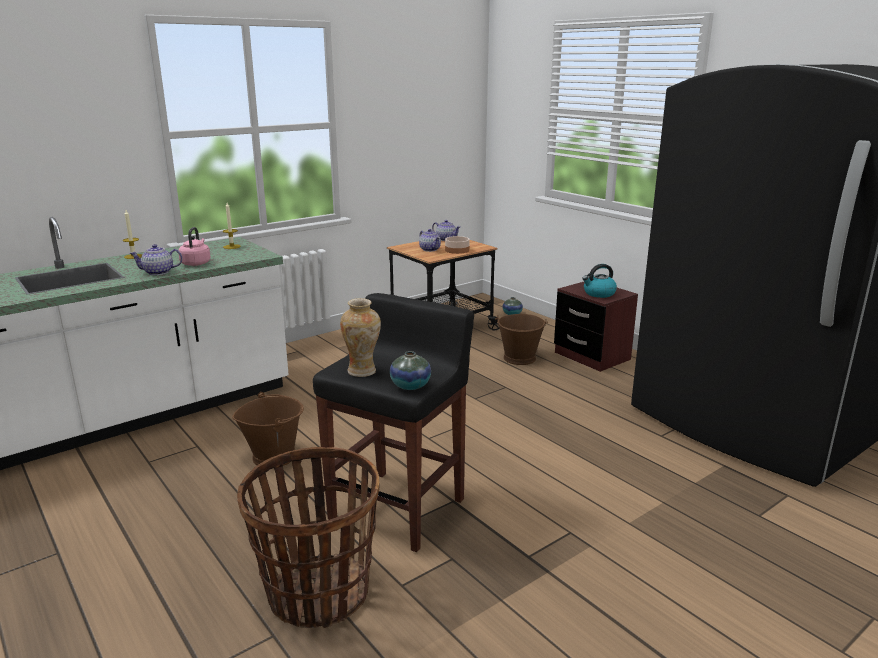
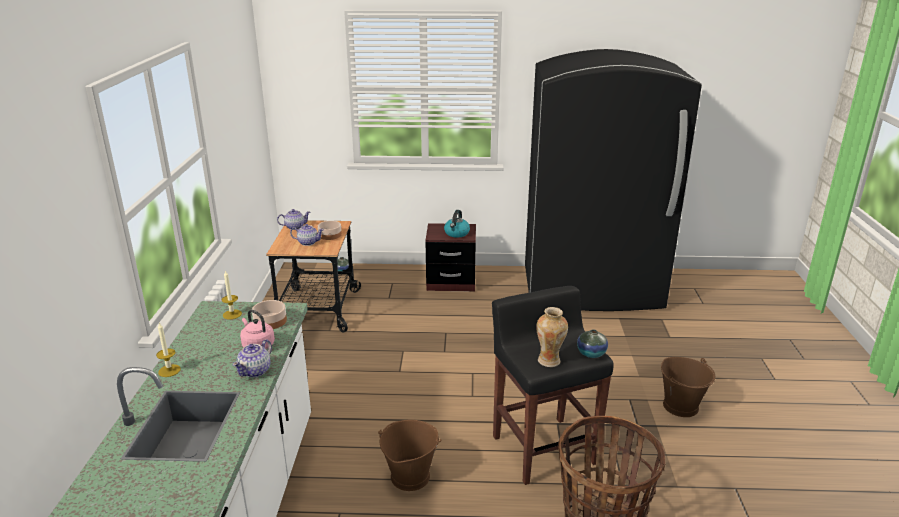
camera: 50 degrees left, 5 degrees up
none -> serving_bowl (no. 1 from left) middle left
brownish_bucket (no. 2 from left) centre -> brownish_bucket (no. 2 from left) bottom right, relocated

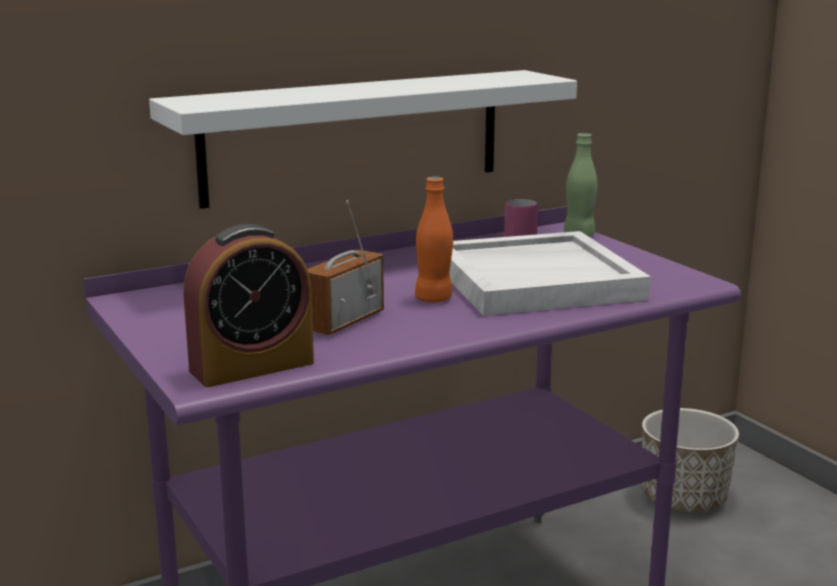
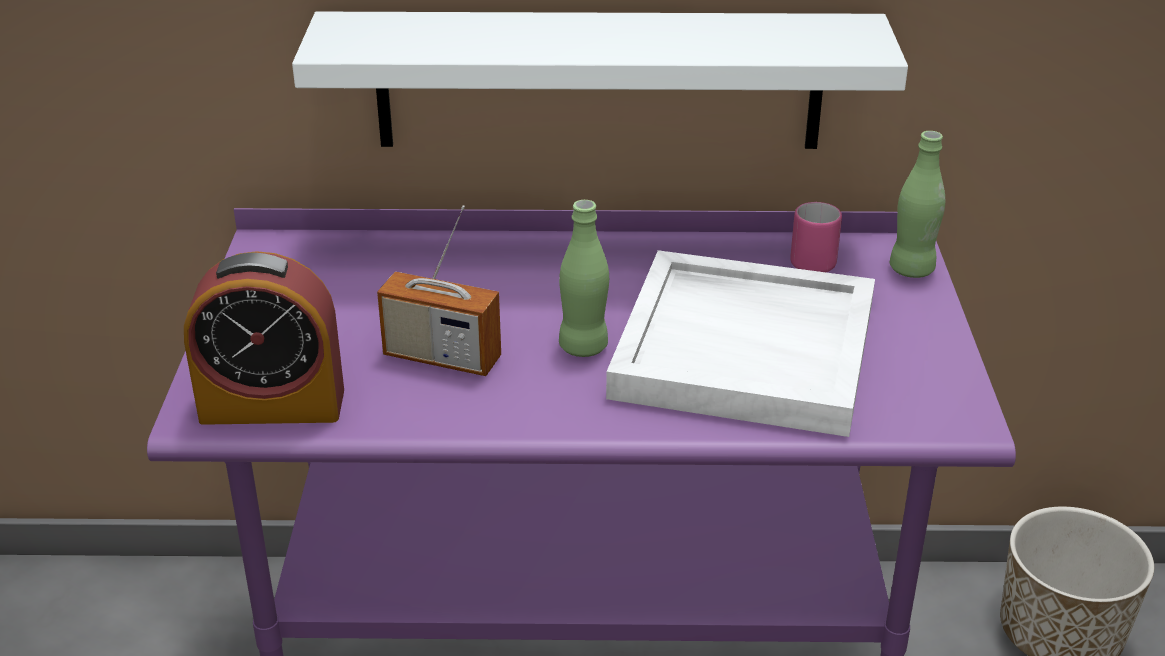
camera: 30 degrees right, 15 degrees up
radio_set centre, 135 degrees counterclockwise
orangey_drink_bottle centre -> greenish_drink_bottle (no. 1 from left) centre

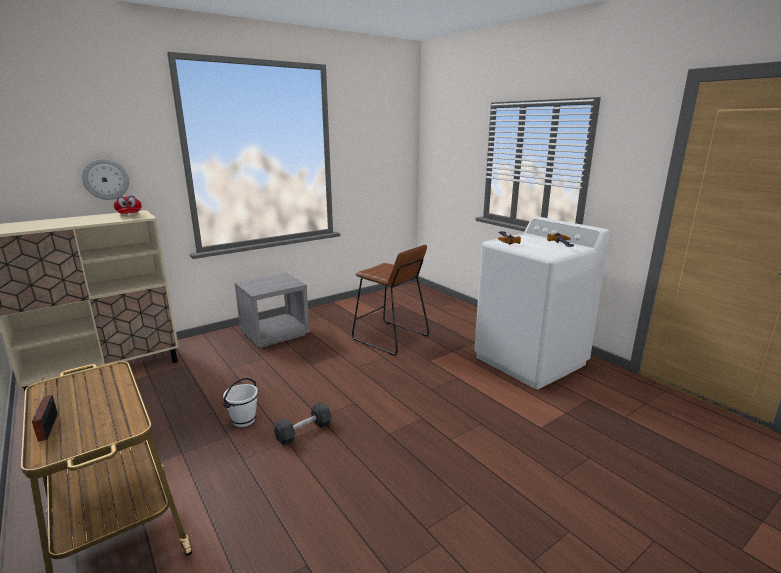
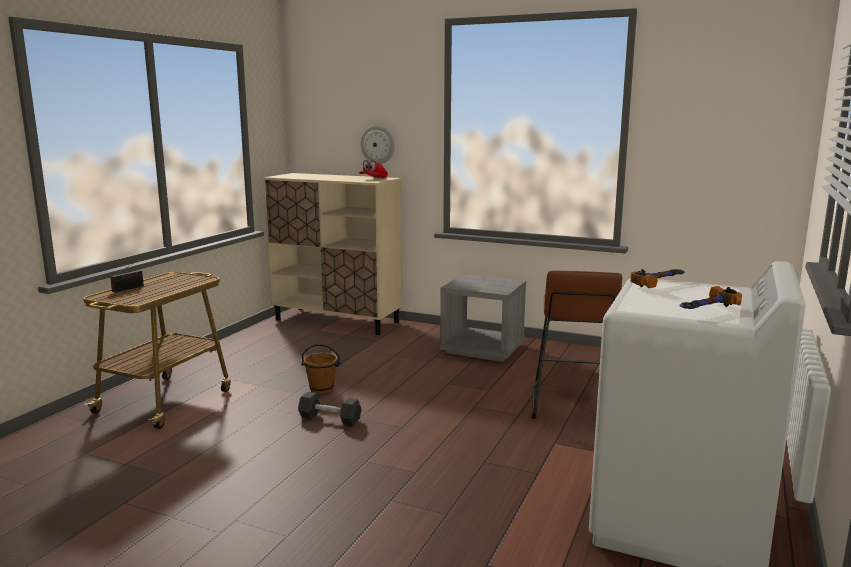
camera: 60 degrees right, 5 degrees down
whitish_bucket bottom left -> brownish_bucket centre

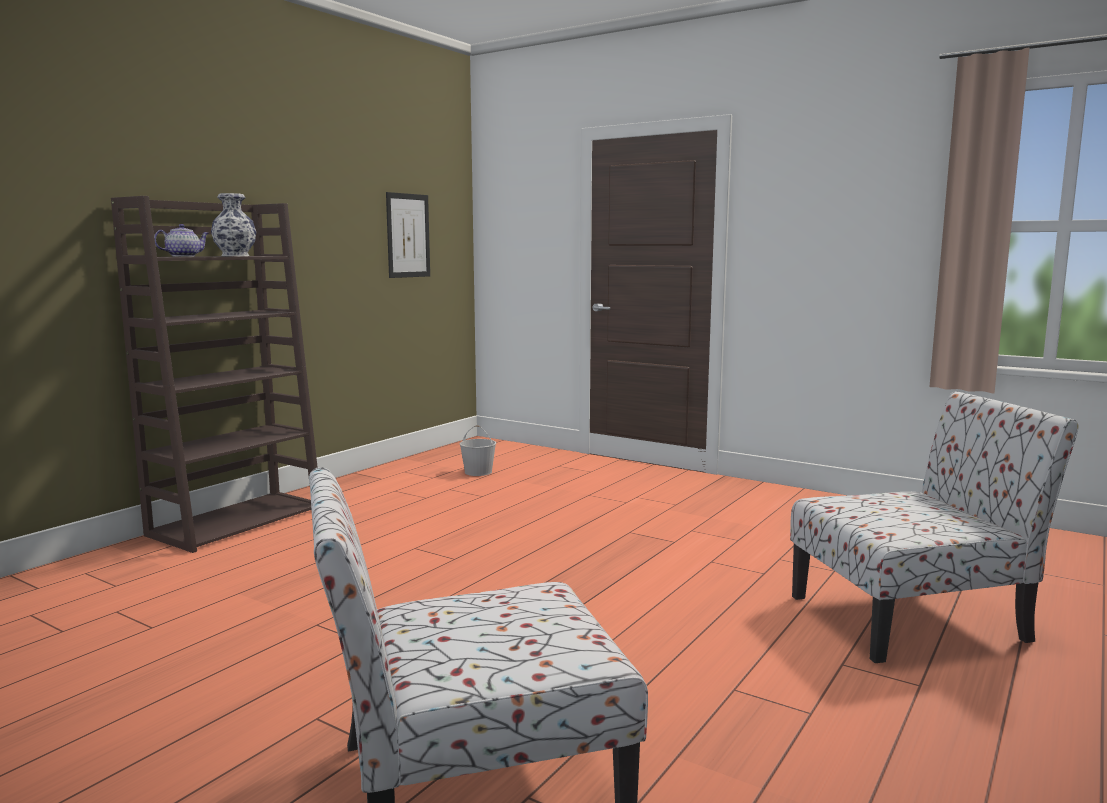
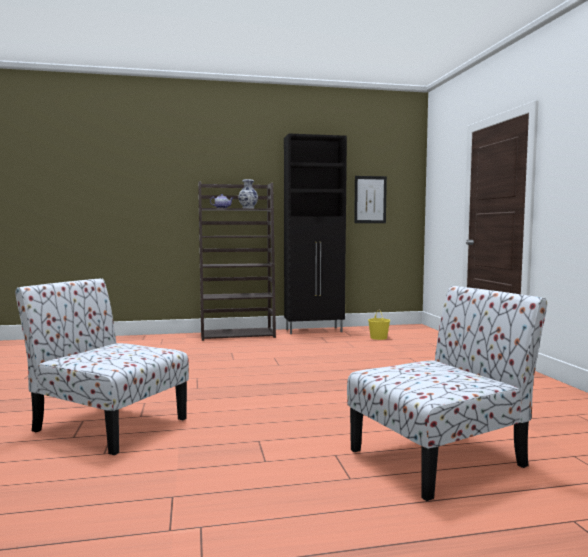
camera: 45 degrees right, 5 degrees down
none -> black_cupboard centre
plain_chair (no. 2 from left) middle right -> plain_chair (no. 2 from left) bottom right, 60 degrees counterclockwise
whitish_bucket centre -> yellow_bucket centre

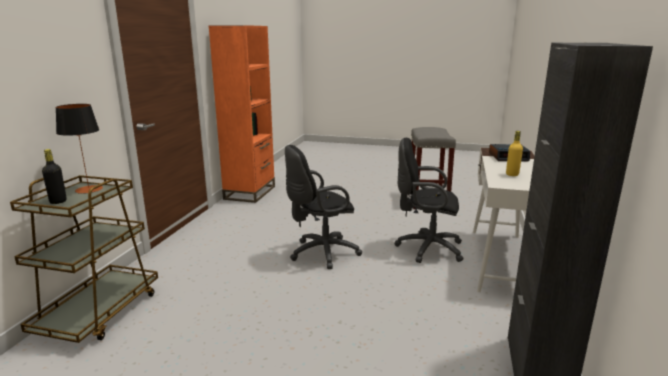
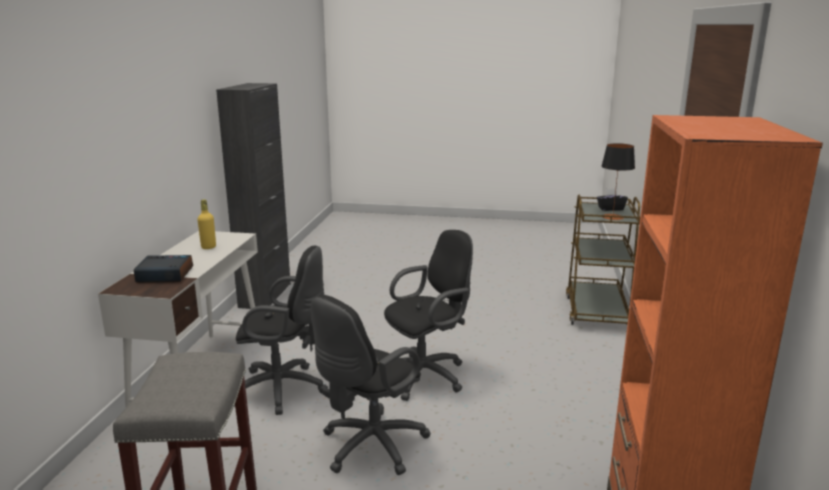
camera: 175 degrees right, 0 degrees up
none -> black_computer_chair (no. 2 from left) bottom centre
black_drink_bottle middle left -> black_tissue_holder middle right

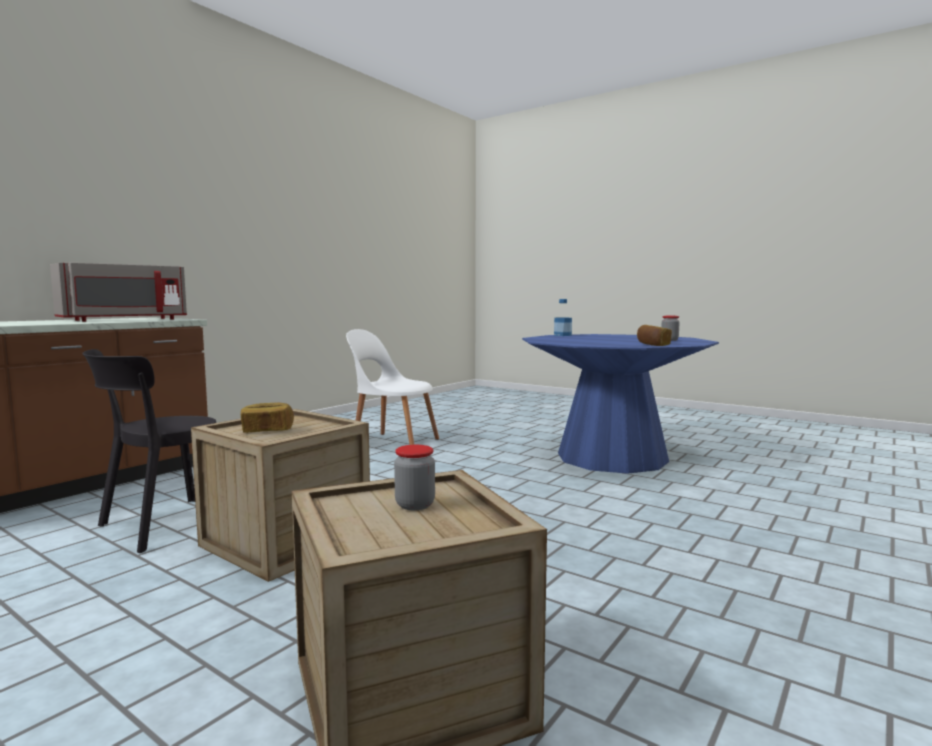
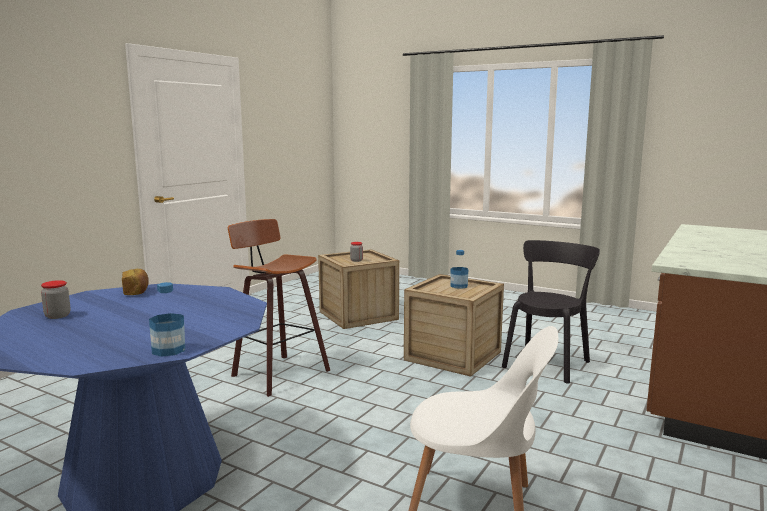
camera: 175 degrees right, 5 degrees up
none -> sitting_stool centre
baked_bread (no. 1 from left) middle left -> drink_bottle (no. 2 from left) centre
grey_microwave middle left -> none

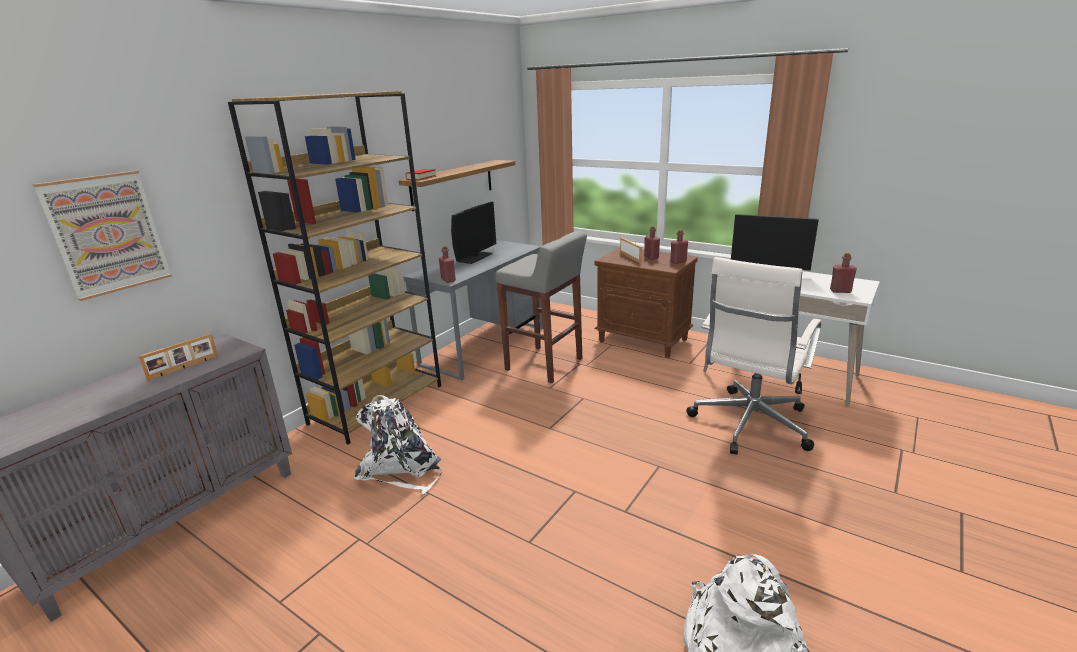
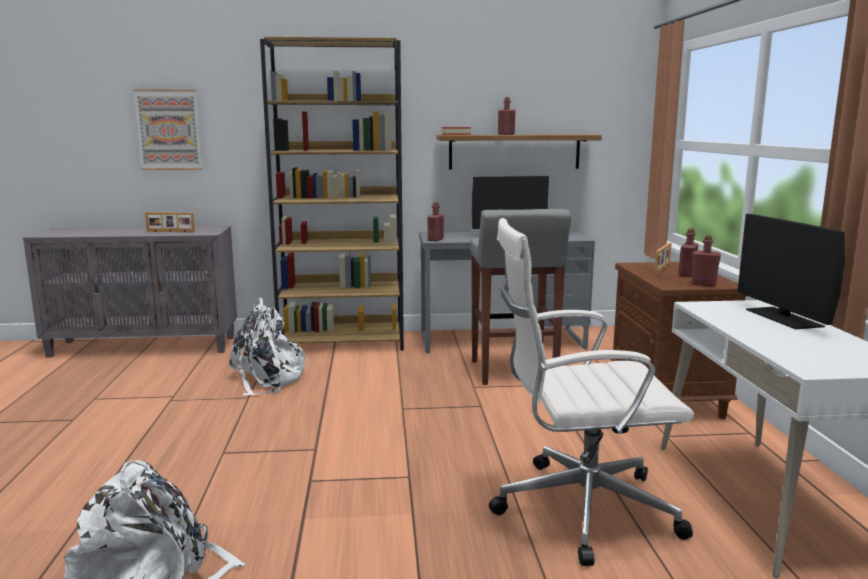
camera: 50 degrees right, 10 degrees down
red-coloured_drink_bottle (no. 4 from left in the first image) middle right -> red-coloured_drink_bottle (no. 2 from left) top centre, relocated

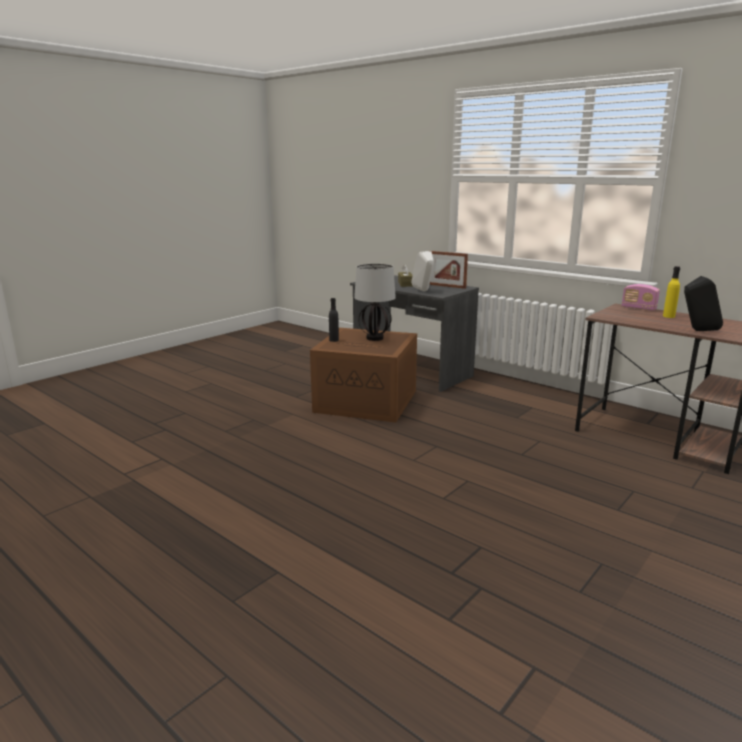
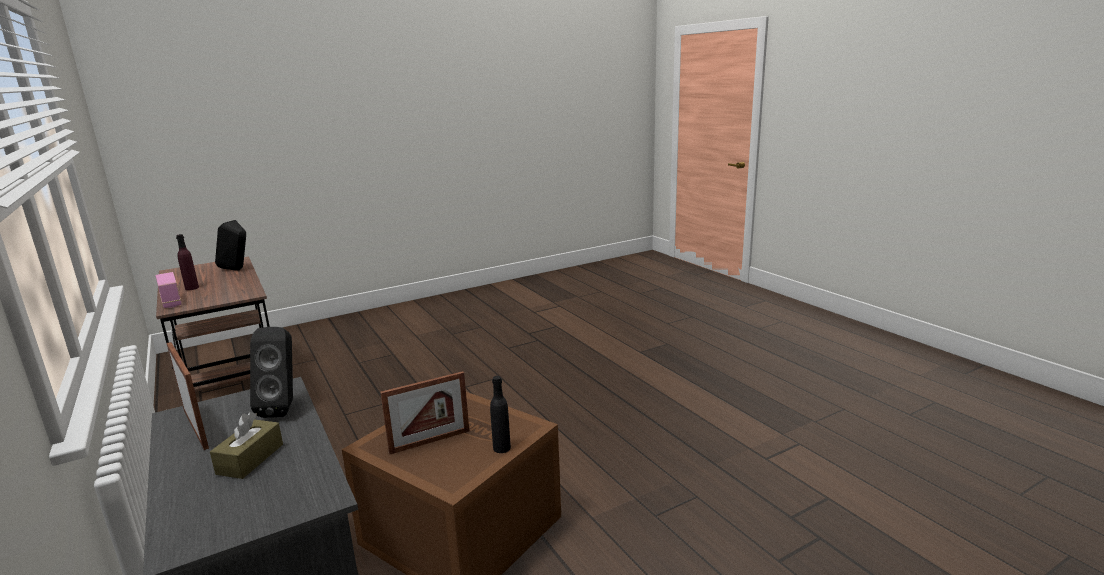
camera: 160 degrees left, 0 degrees up
yellow_drink_bottle middle right -> purplish_drink_bottle middle left
whitish_audio_speaker centre -> black_audio_speaker (no. 2 from left) middle left
tabletop_lamp centre -> photo_frame (no. 2 from left) bottom centre

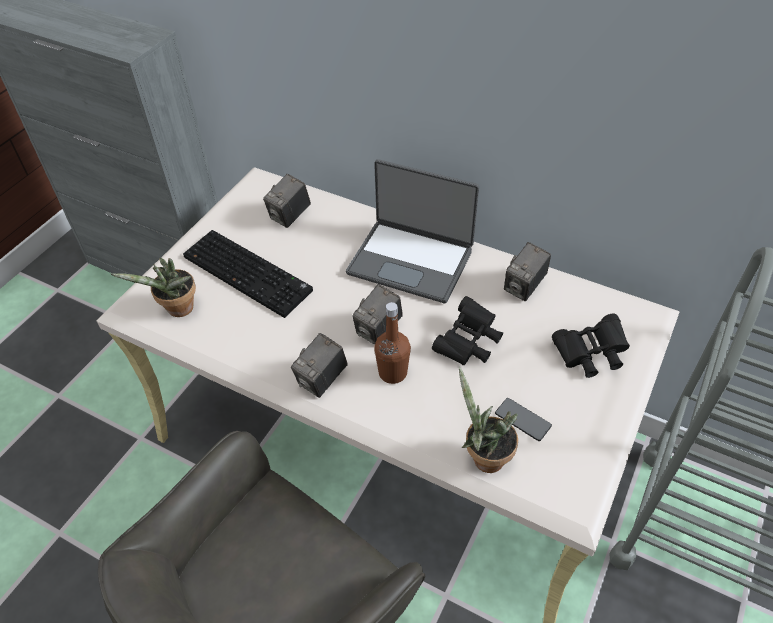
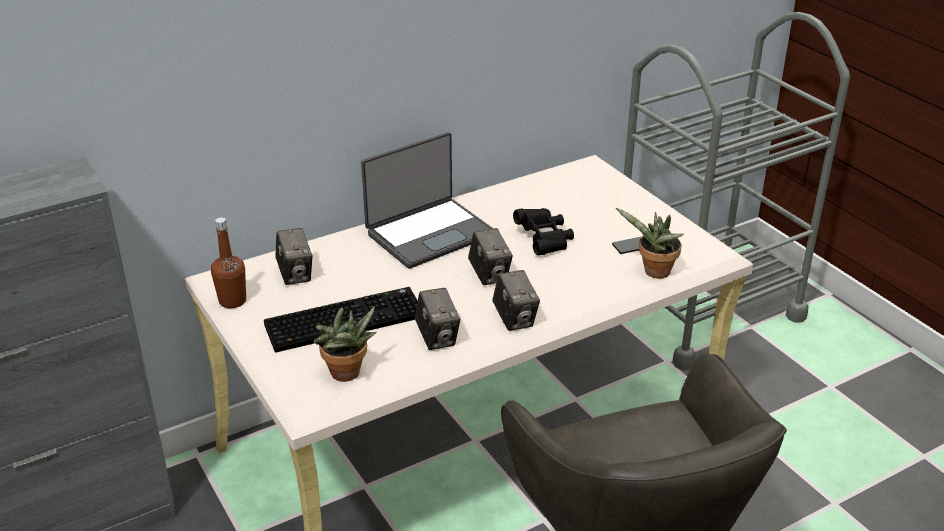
camera: 60 degrees left, 15 degrees down
brownish_drink_bottle centre -> brownish_drink_bottle middle left, relocated
still_camera (no. 4 from left in the first image) middle right -> still_camera (no. 2 from left) centre, relocated
black_pair_of_binoculars (no. 2 from left) middle right -> none

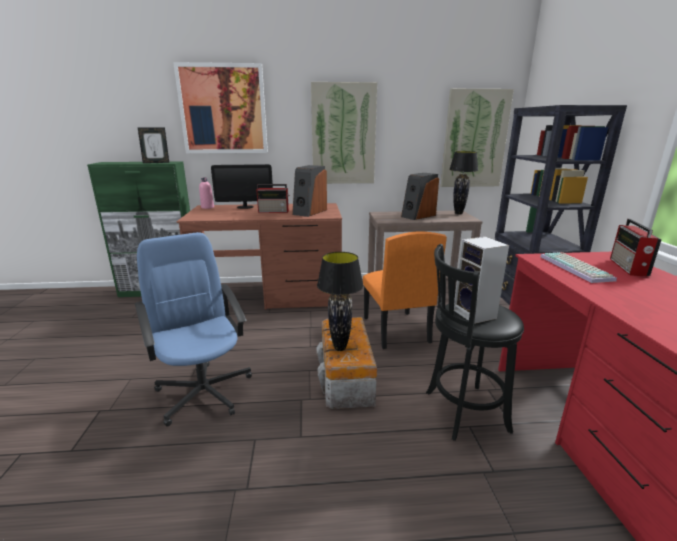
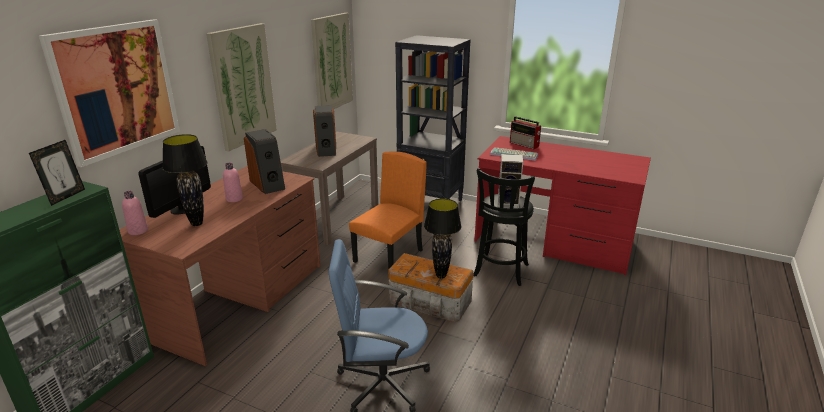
camera: 60 degrees left, 5 degrees up
black_tabletop_lamp (no. 2 from left in the first image) middle right -> black_tabletop_lamp (no. 1 from left) middle left, relocated
radio_set (no. 1 from left) centre -> pinkish_drink_bottle (no. 2 from left) middle left
orangey_plain_chair centre, 75 degrees counterclockwise

